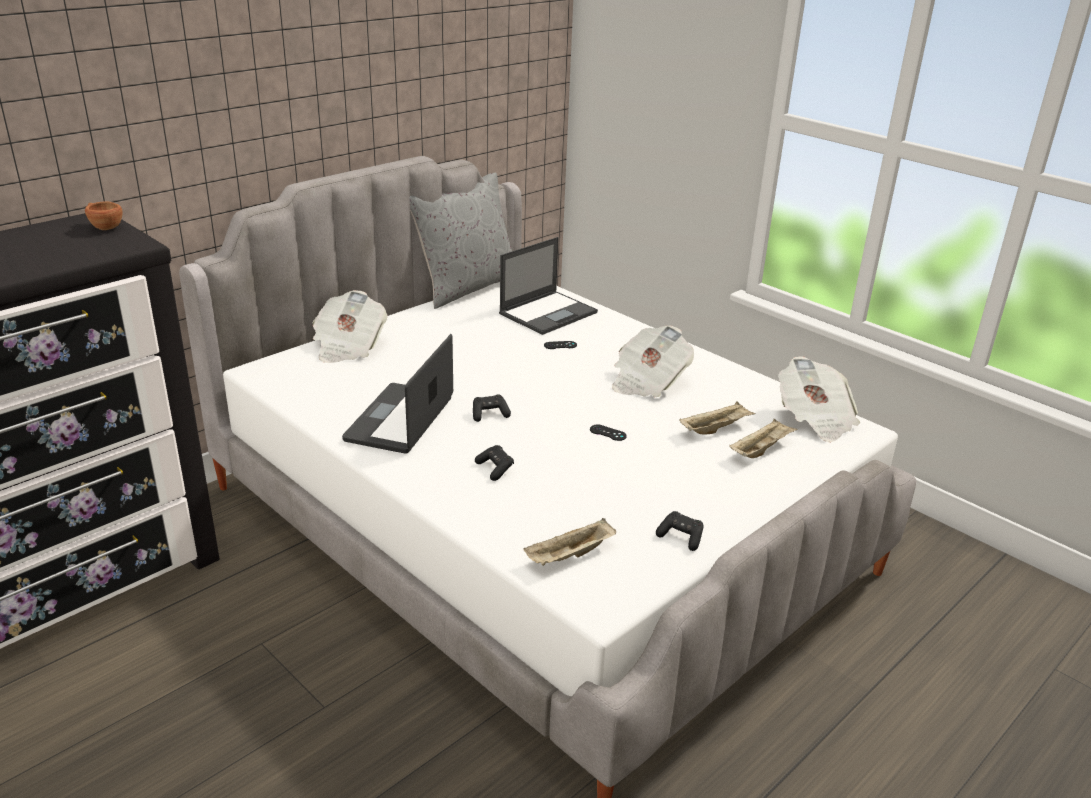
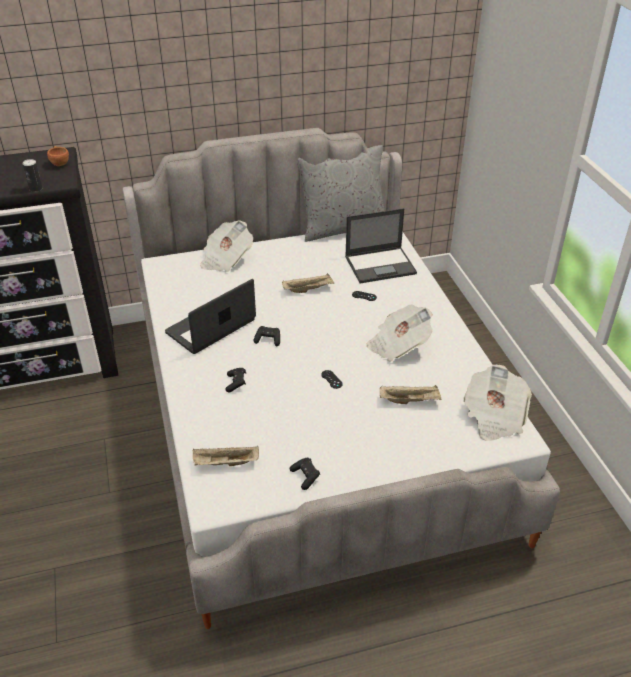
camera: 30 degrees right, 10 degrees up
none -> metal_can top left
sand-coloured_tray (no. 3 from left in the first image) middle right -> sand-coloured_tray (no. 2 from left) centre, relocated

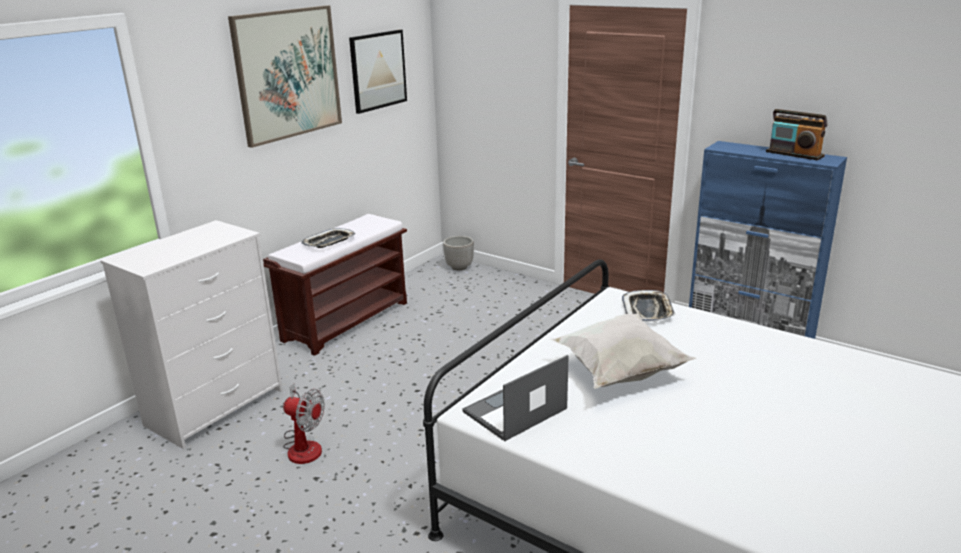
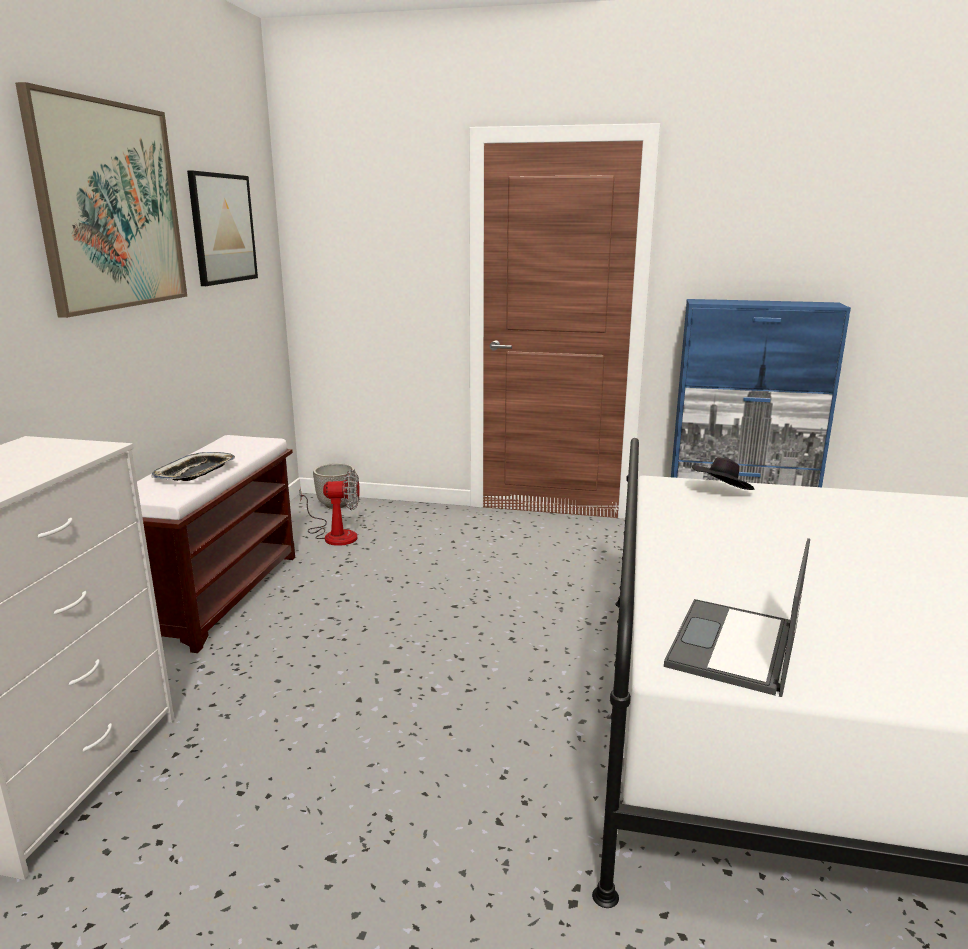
camera: 25 degrees left, 5 degrees down
electric_fan bottom left -> electric_fan centre, relocated
tray (no. 2 from left) middle right -> black_hat middle right
whitish_throw_pillow centre -> none
radio_set top right -> none

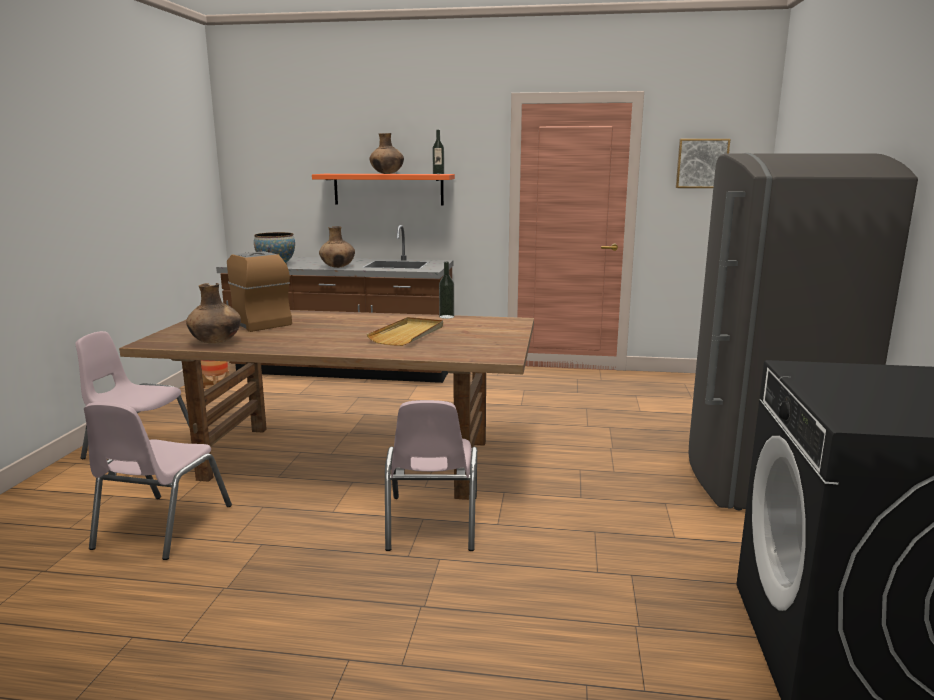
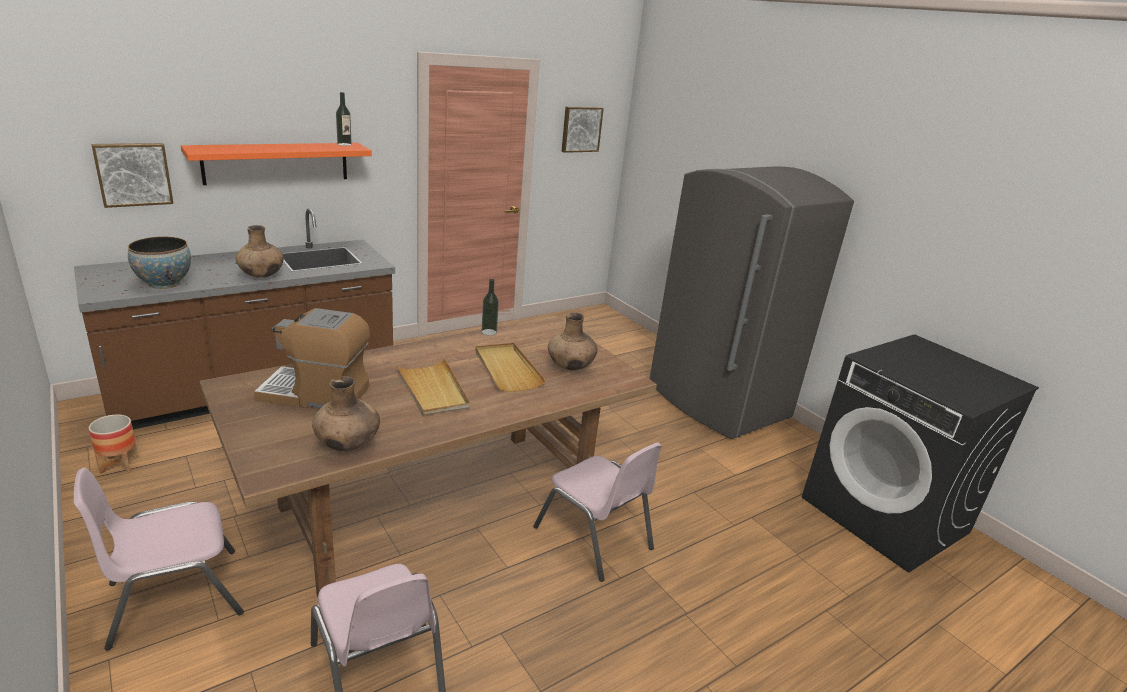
camera: 45 degrees left, 10 degrees up
none -> wall_art (no. 1 from left) top left
none -> sand-coloured_tray (no. 1 from left) centre
brownish_flower_vase (no. 3 from left) top centre -> brownish_flower_vase (no. 3 from left) centre, relocated

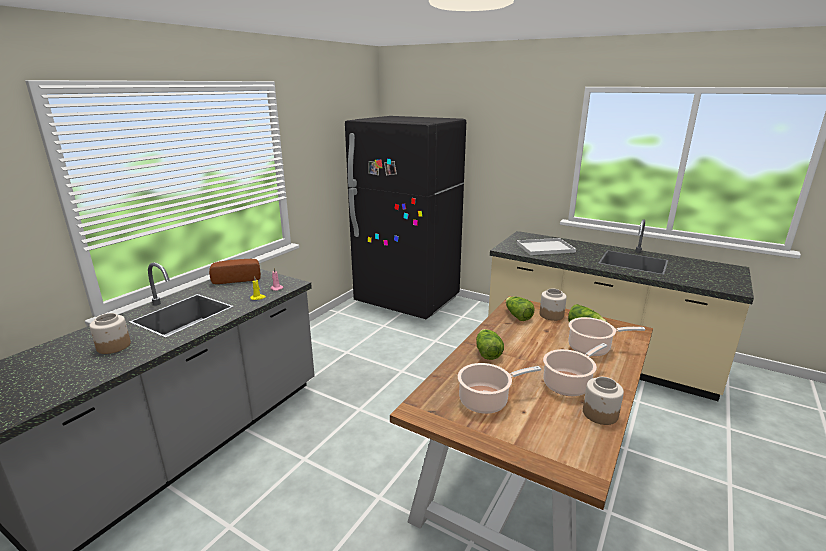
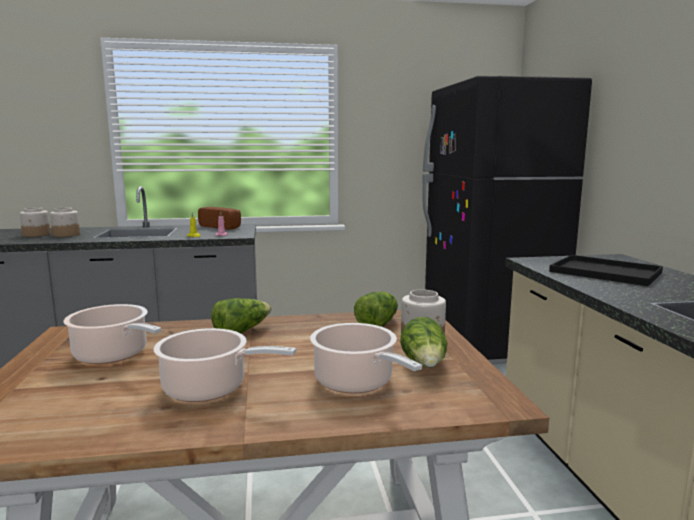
camera: 50 degrees right, 10 degrees down
preserve_jar (no. 3 from left in the first image) bottom right -> preserve_jar (no. 1 from left) middle left, relocated
whitish_tray centre -> black_tray middle right

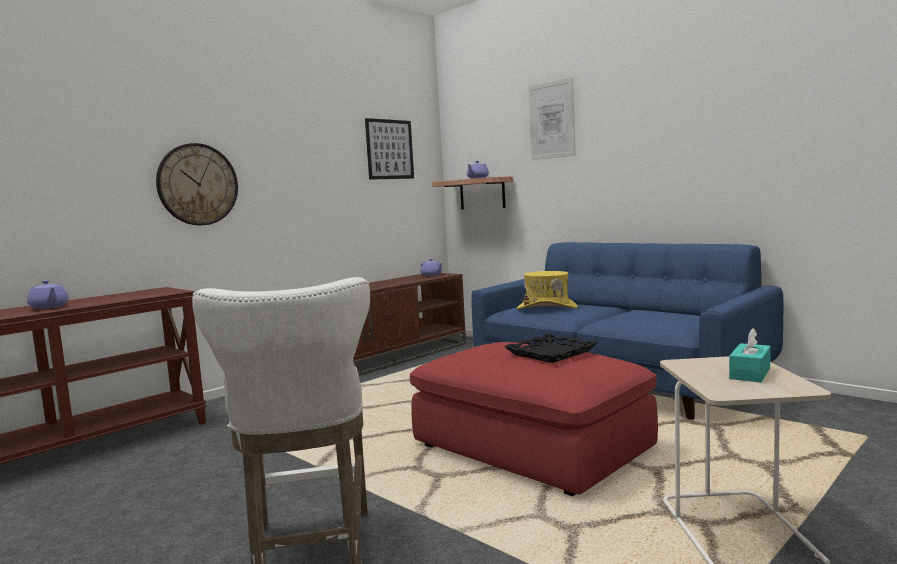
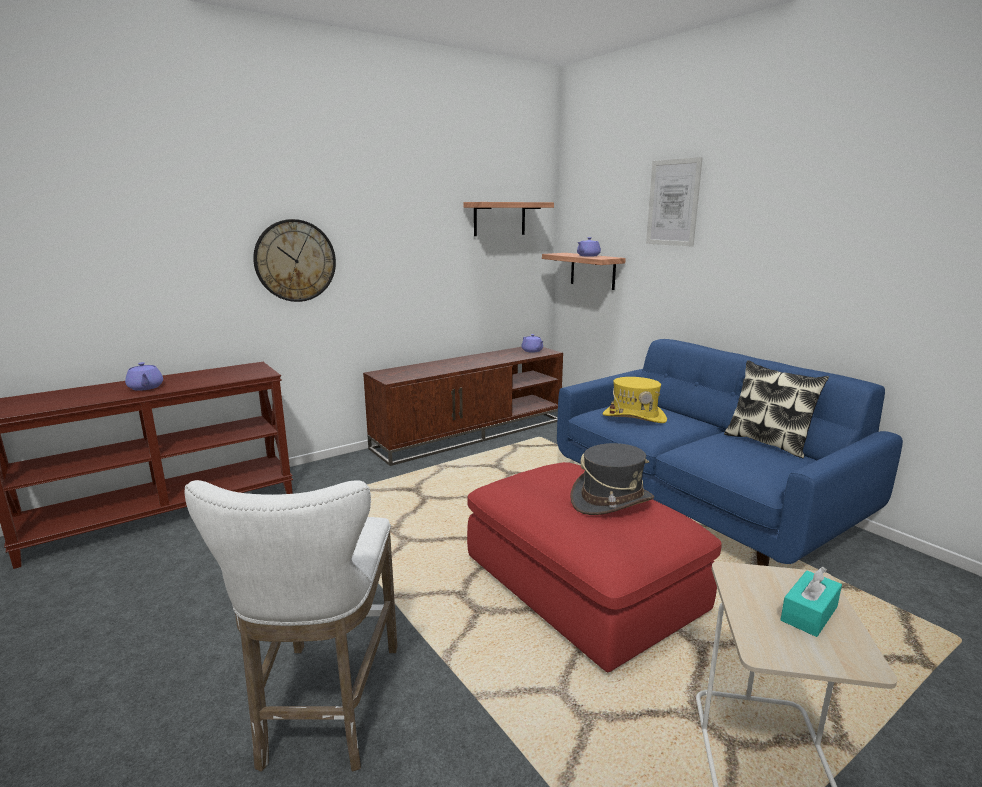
camera: 10 degrees right, 10 degrees up
wall_art (no. 1 from left) top centre -> wall_shelf (no. 1 from left) top centre
black_tray centre -> grey_hat centre
none -> throw_pillow middle right

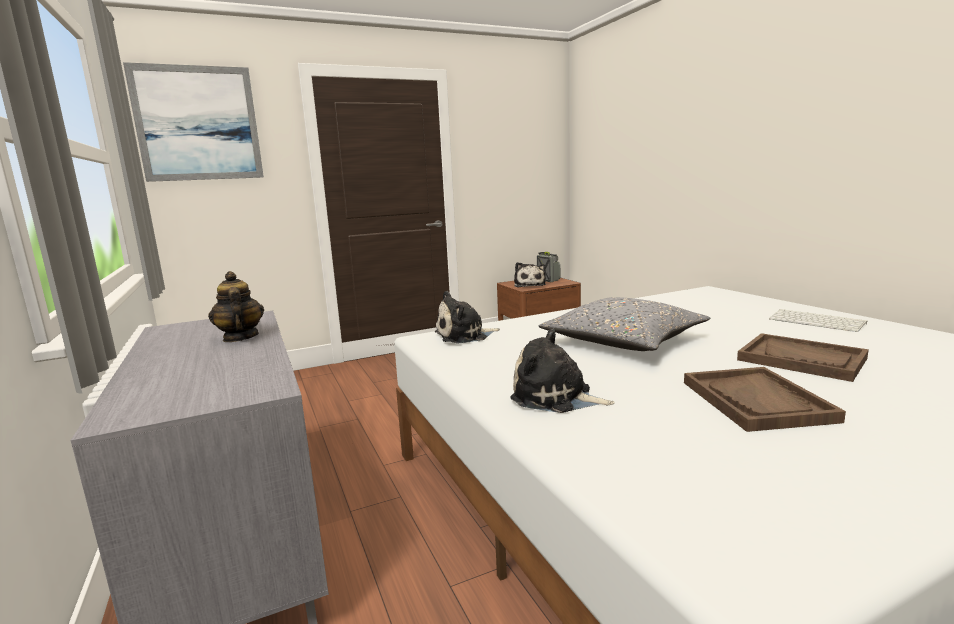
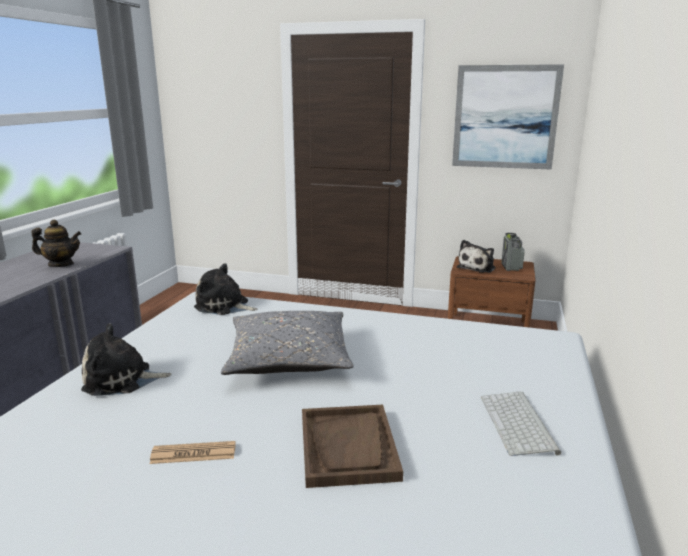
camera: 40 degrees right, 5 degrees up
teapot middle left, 75 degrees clockwise
soft_toy (no. 3 from left in the first image) centre -> soft_toy (no. 1 from left) middle left, 75 degrees counterclockwise
brownish_tray (no. 1 from left) middle right -> daily_paper bottom left
wall_art top left -> wall_art top right, relocated

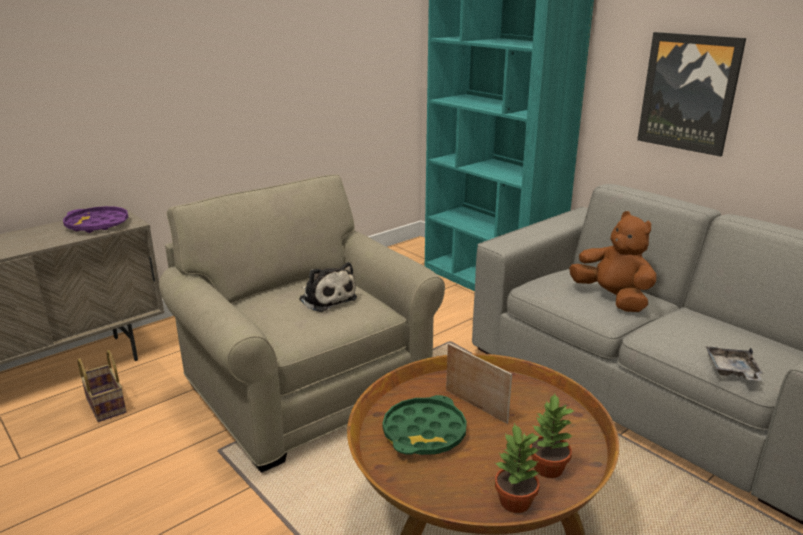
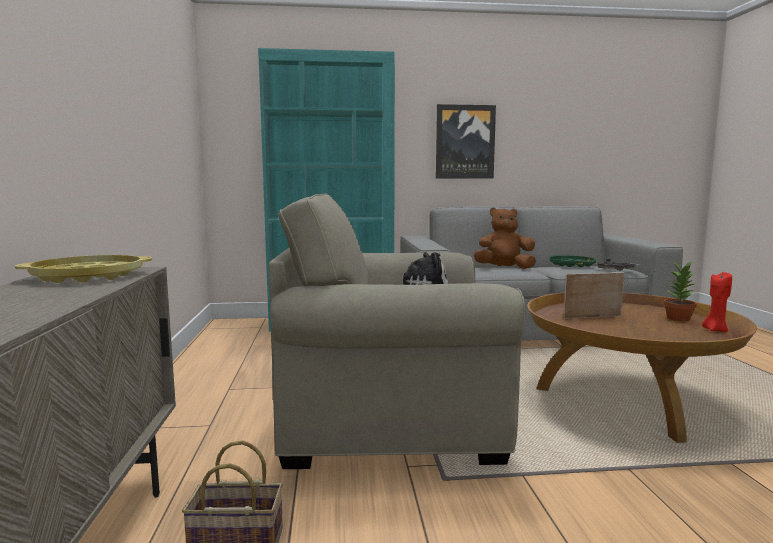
camera: 55 degrees left, 15 degrees down
purplish_tray middle left -> yellow_tray middle left
greenish_tray bottom centre -> greenish_tray middle right, relocated
potted_plant (no. 1 from left) bottom centre -> red-coloured_wax_light middle right

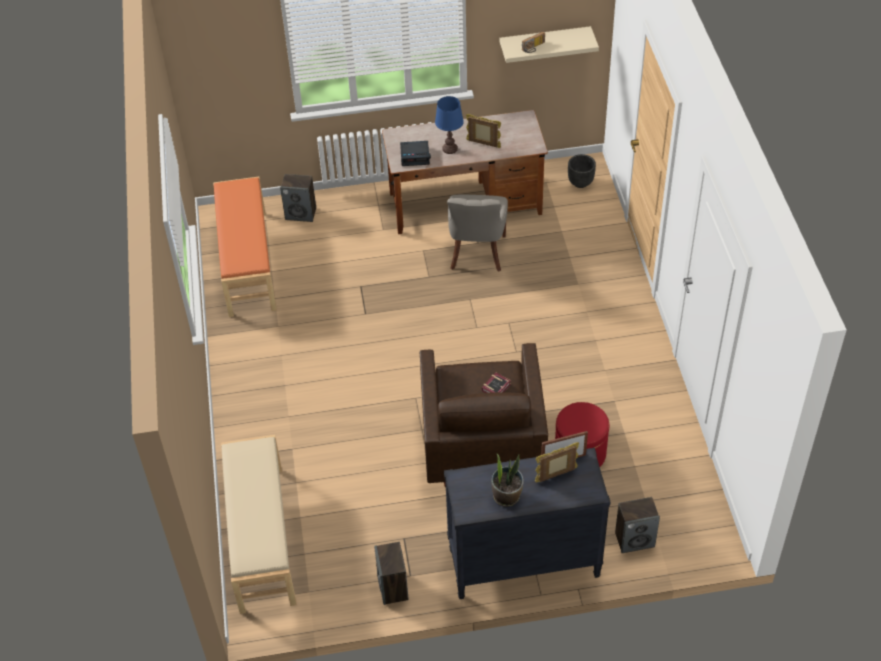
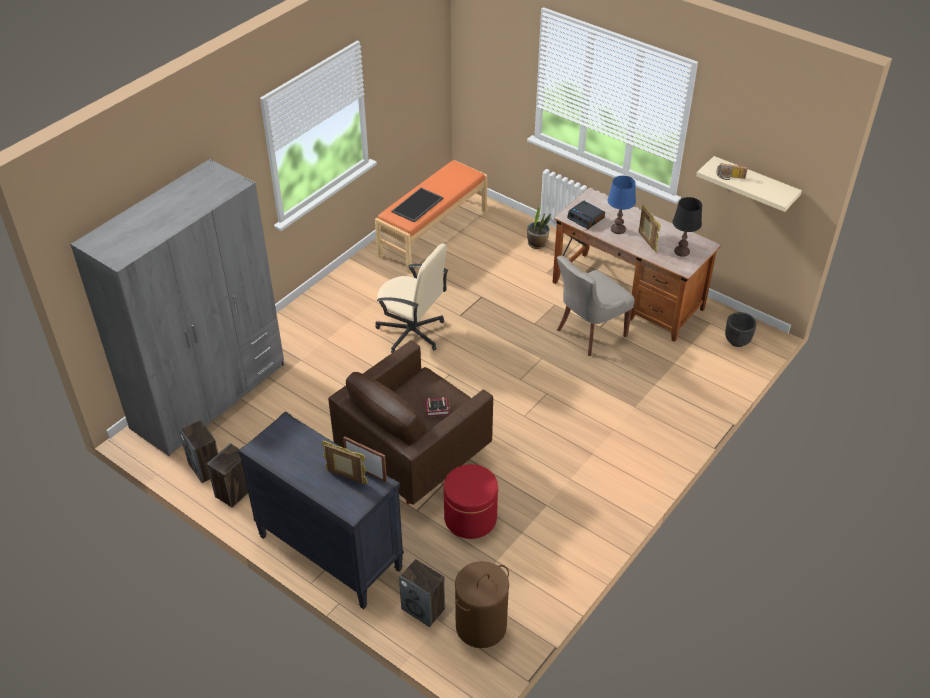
camera: 45 degrees right, 5 degrees down
sand-coloured_bench bottom left -> grey_armoire middle left
audio_speaker (no. 1 from left) top centre -> audio_speaker (no. 1 from left) middle left, relocated
none -> sand-coloured_computer_chair centre
none -> tray top centre
none -> brownish_laundry_basket bottom centre
potted_plant bottom centre -> potted_plant top centre, relocated
none -> black_tabletop_lamp top right

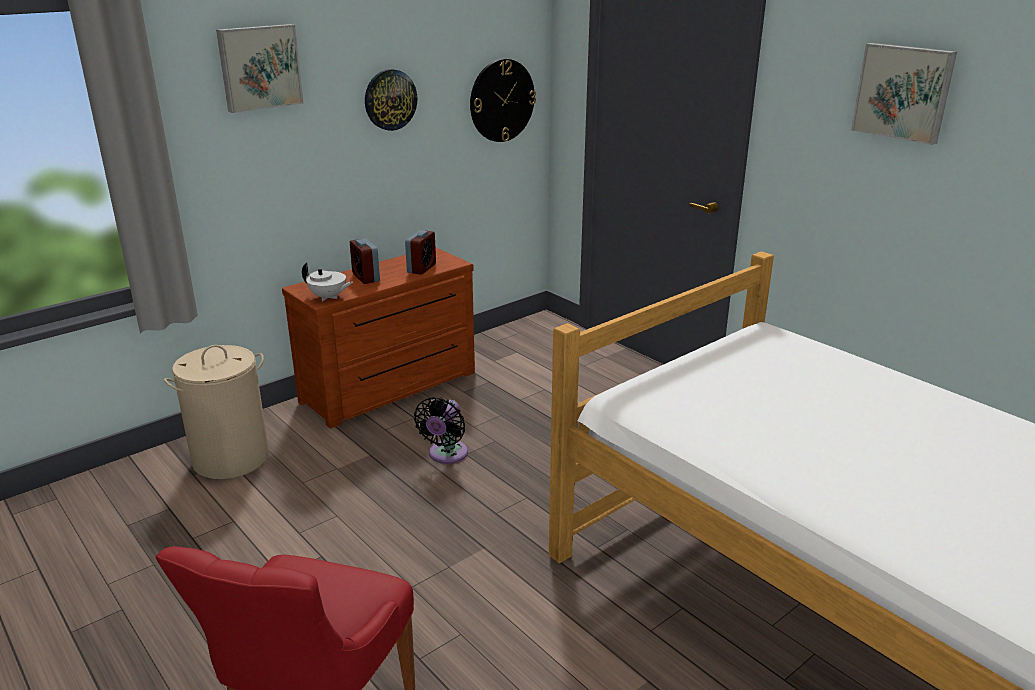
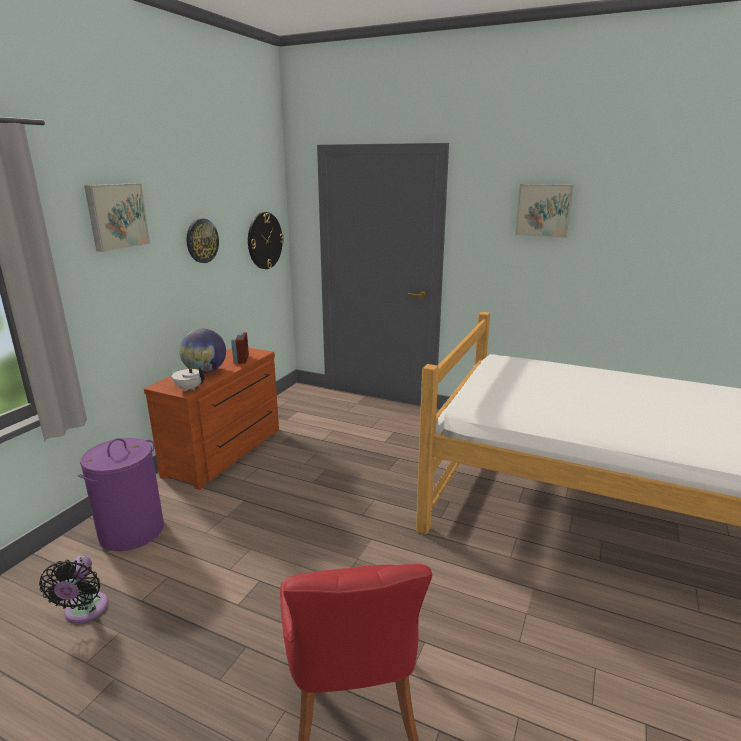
camera: 25 degrees left, 5 degrees down
black_electric_fan centre -> black_electric_fan bottom left, relocated
sand-coloured_laundry_basket middle left -> purplish_laundry_basket bottom left
whitish_teapot middle left, 150 degrees counterclockwise
table_clock (no. 1 from left) centre -> world_globe middle left

